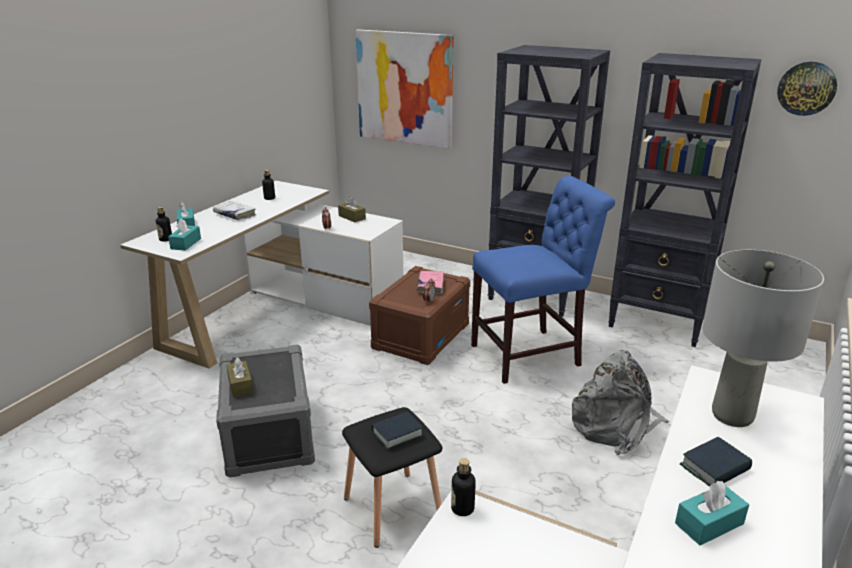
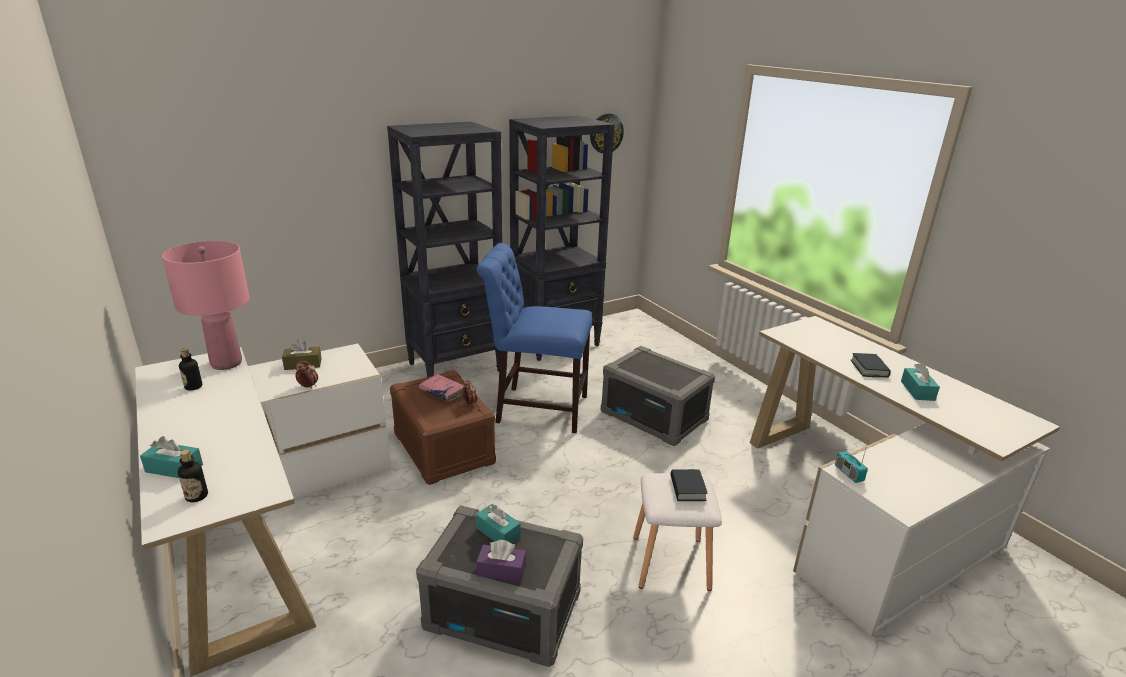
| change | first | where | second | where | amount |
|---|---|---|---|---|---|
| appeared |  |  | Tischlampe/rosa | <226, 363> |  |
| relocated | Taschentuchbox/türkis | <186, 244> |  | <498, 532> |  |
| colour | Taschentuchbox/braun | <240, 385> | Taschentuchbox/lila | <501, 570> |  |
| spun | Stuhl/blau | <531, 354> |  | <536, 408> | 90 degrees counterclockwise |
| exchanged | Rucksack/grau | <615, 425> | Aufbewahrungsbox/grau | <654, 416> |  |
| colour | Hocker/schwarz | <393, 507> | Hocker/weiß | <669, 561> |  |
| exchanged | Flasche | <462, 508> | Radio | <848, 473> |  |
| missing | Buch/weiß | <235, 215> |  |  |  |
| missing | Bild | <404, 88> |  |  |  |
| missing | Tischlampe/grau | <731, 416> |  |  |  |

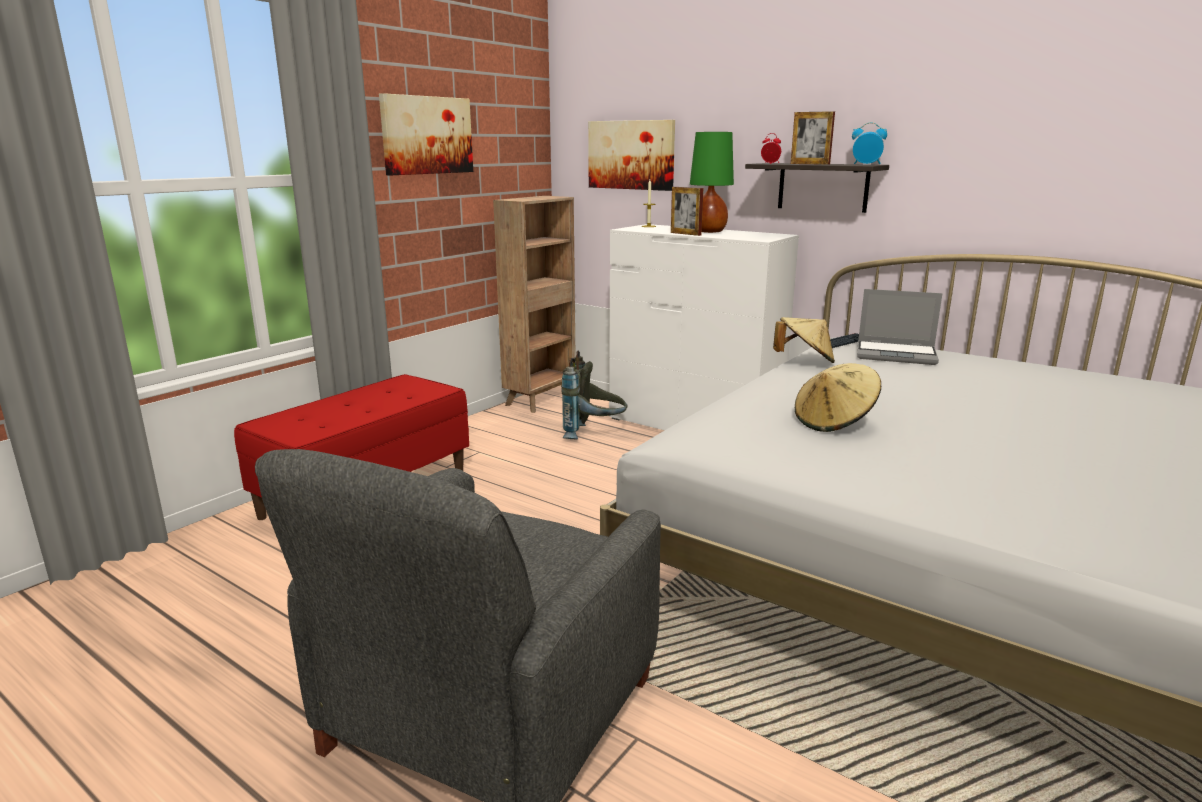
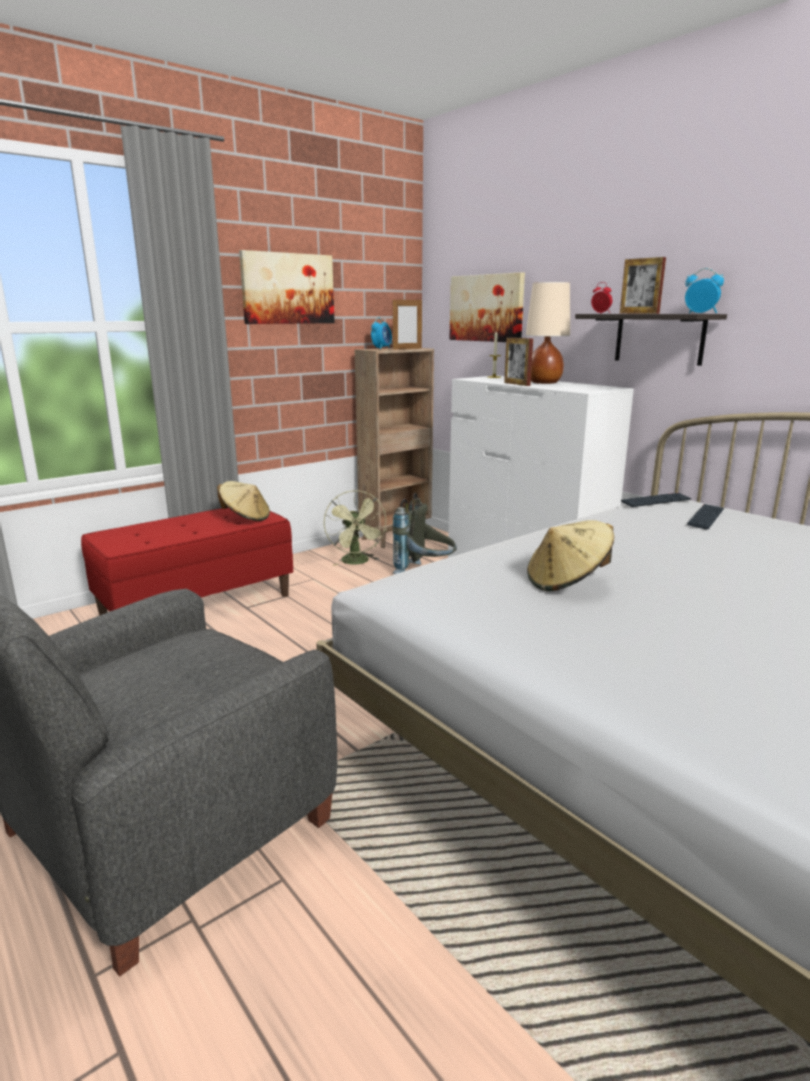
| change | first | where | second | where | amount |
|---|---|---|---|---|---|
| relocated | Hut/beige | <804, 361> |  | <245, 518> |  |
| appeared |  |  | Ventilator/grün | <357, 562> |  |
| appeared |  |  | Wecker | <382, 348> |  |
| appeared |  |  | Bilderrahmen | <407, 348> |  |
| colour | Tischlampe/grün | <709, 232> | Tischlampe/beige | <544, 383> |  |
| exchanged | Laptop | <897, 354> | Tastatur | <706, 517> |  |

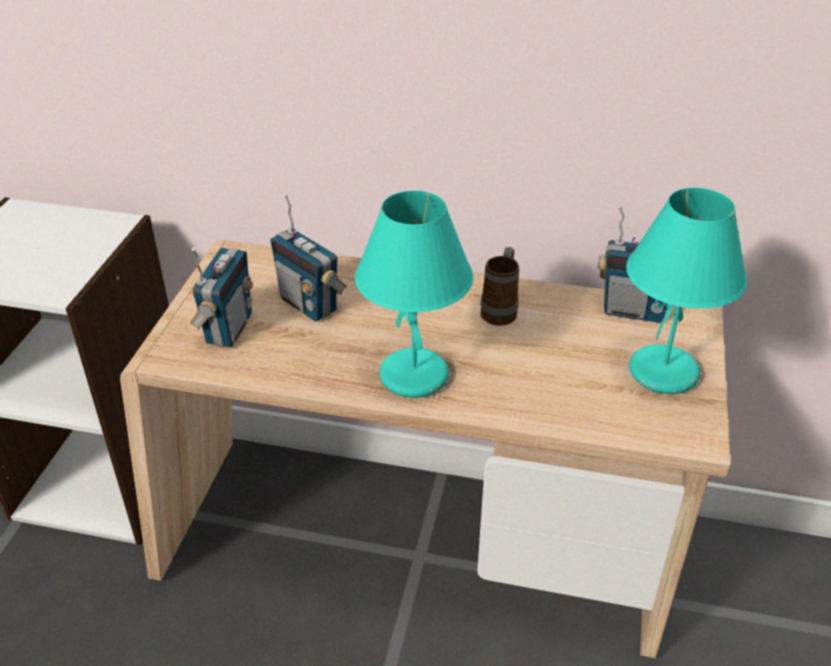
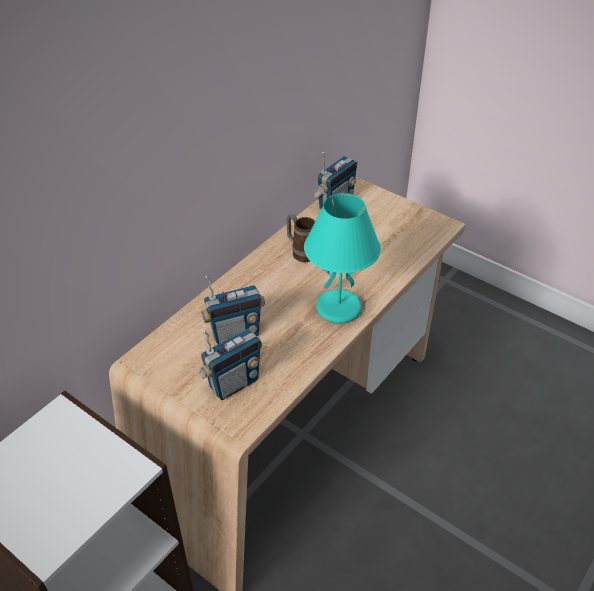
| change | first | where | second | where | amount |
|---|---|---|---|---|---|
| spun | Radio | <228, 329> |  | <233, 384> | 105 degrees clockwise |
| missing | Tischlampe/türkis | <663, 374> |  |  |  |

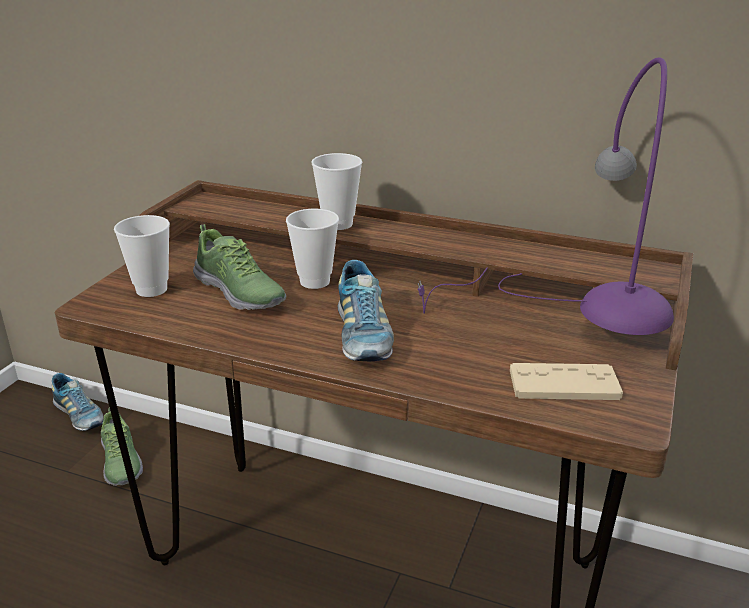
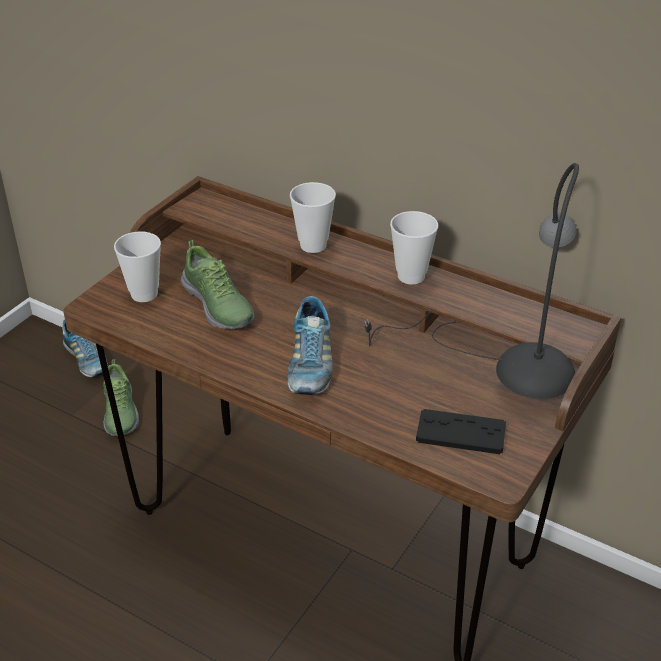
| change | first | where | second | where | amount |
|---|---|---|---|---|---|
| colour | Tischlampe/lila | <578, 316> | Tischlampe/grau | <503, 364> |  |
| relocated | Tasse | <315, 281> |  | <411, 276> |  |
| colour | Gamepad/beige | <564, 384> | Gamepad/schwarz | <460, 433> |  |

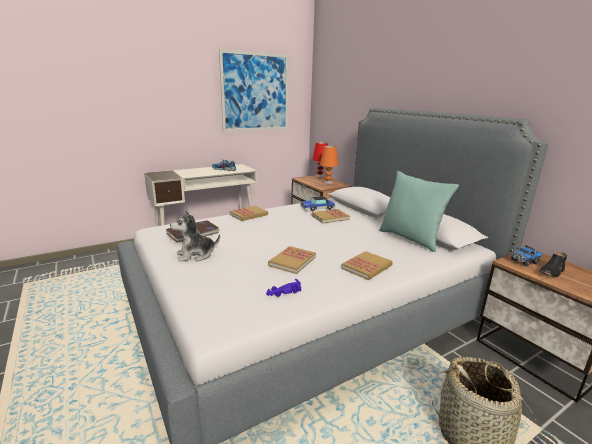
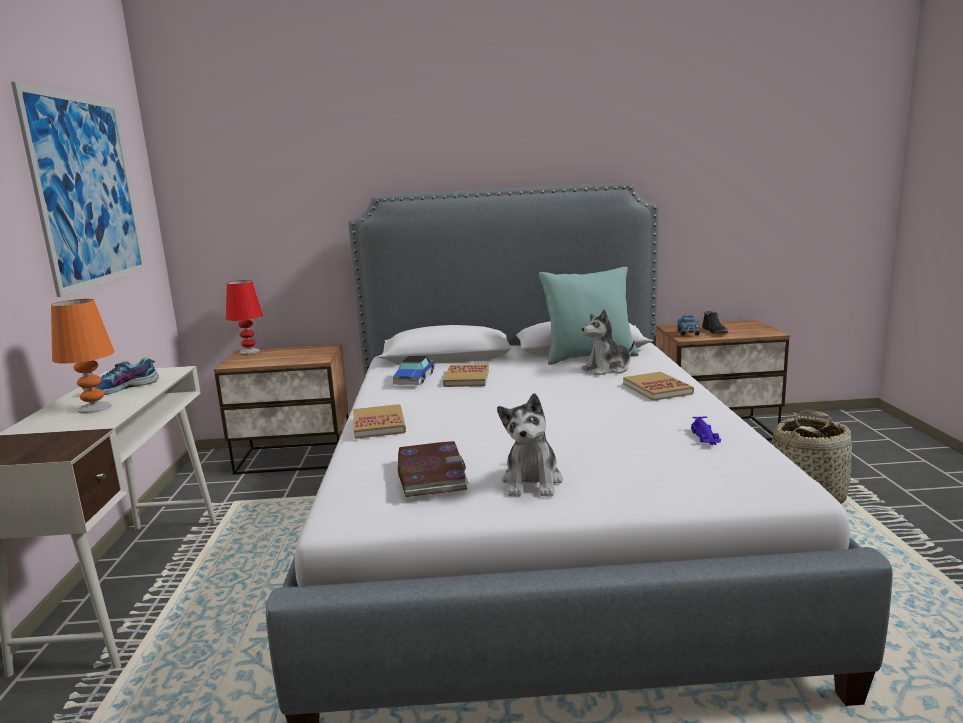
| change | first | where | second | where | amount |
|---|---|---|---|---|---|
| relocated | Tischlampe/orange | <328, 182> |  | <95, 408> |  |
| appeared |  |  | Plüschtier | <608, 369> |  |
| missing | Buch | <292, 261> |  |  |  |

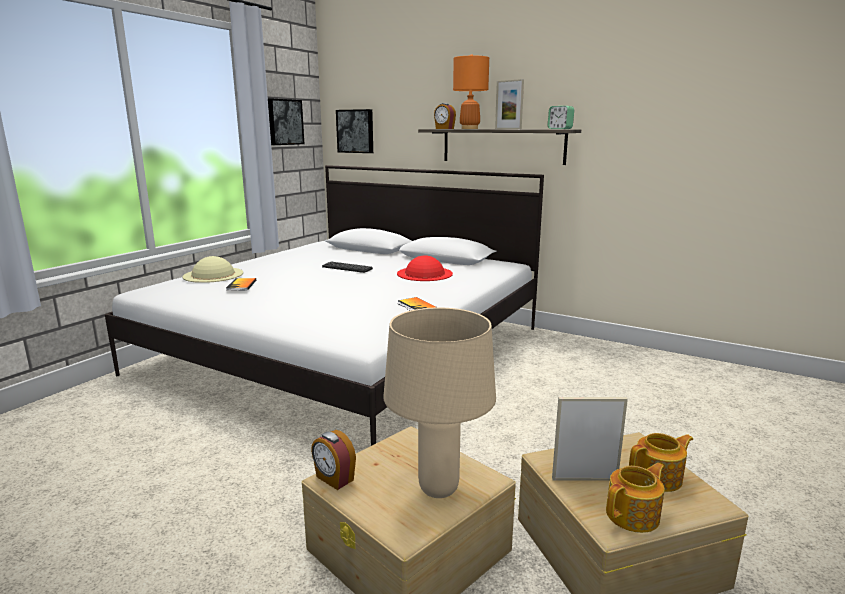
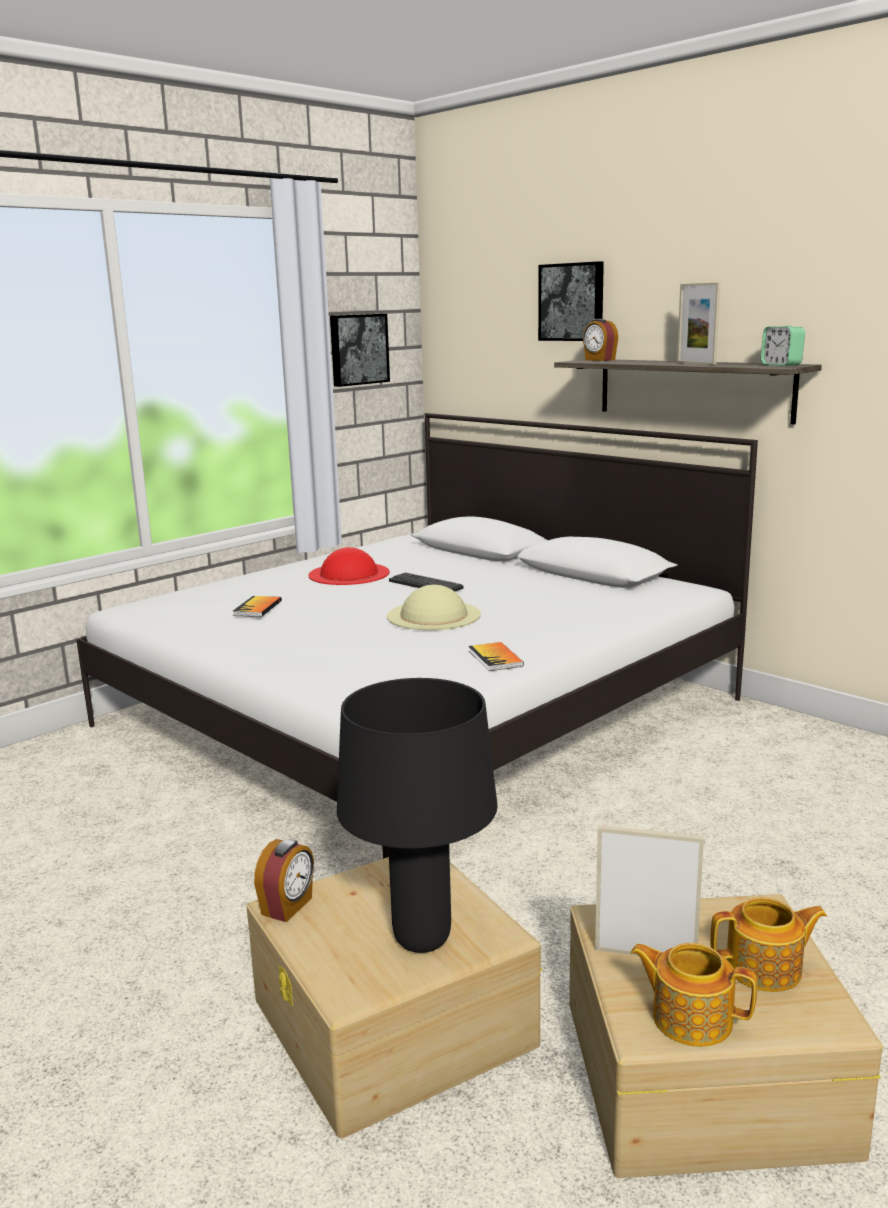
| change | first | where | second | where | amount |
|---|---|---|---|---|---|
| spun | Wecker | <334, 479> |  | <288, 906> | 120 degrees counterclockwise |
| relocated | Hut/rot | <424, 273> |  | <349, 573> |  |
| colour | Tischlampe/beige | <439, 488> | Tischlampe/schwarz | <423, 939> |  |
| relocated | Hut/beige | <213, 274> |  | <433, 615> |  |
| relocated | Bild | <356, 131> |  | <572, 302> |  |
| spun | Teekanne | <634, 515> |  | <690, 1018> | 135 degrees counterclockwise |
| missing | Tischlampe/orange | <469, 128> |  |  |  |

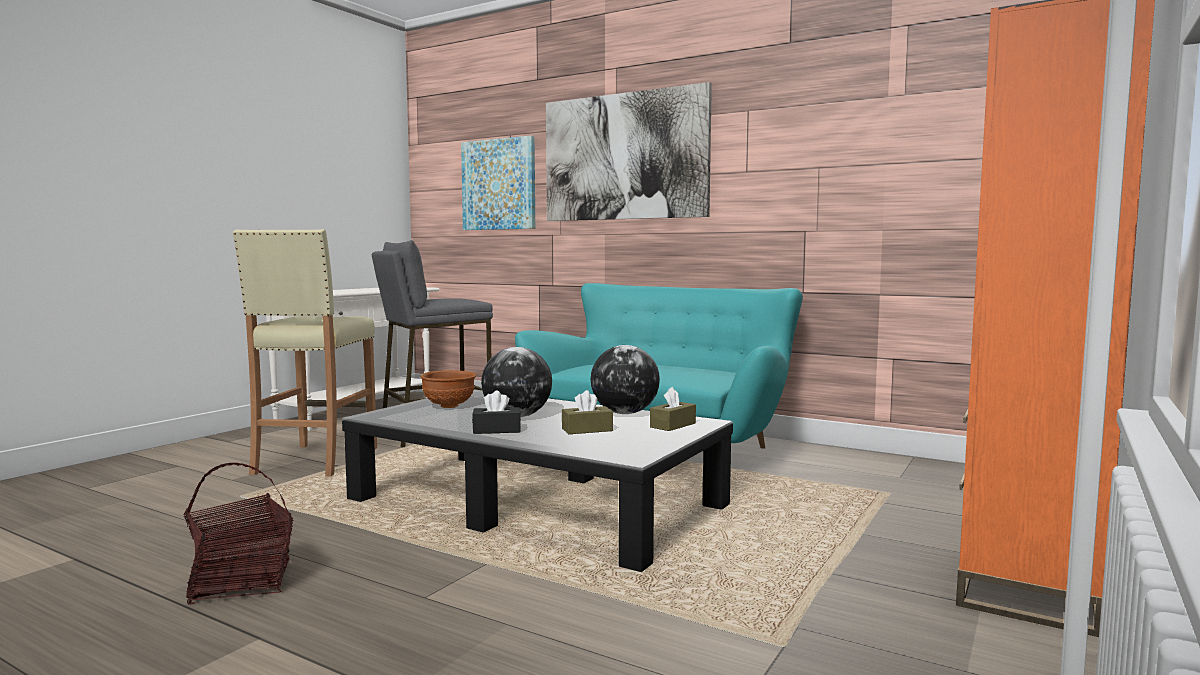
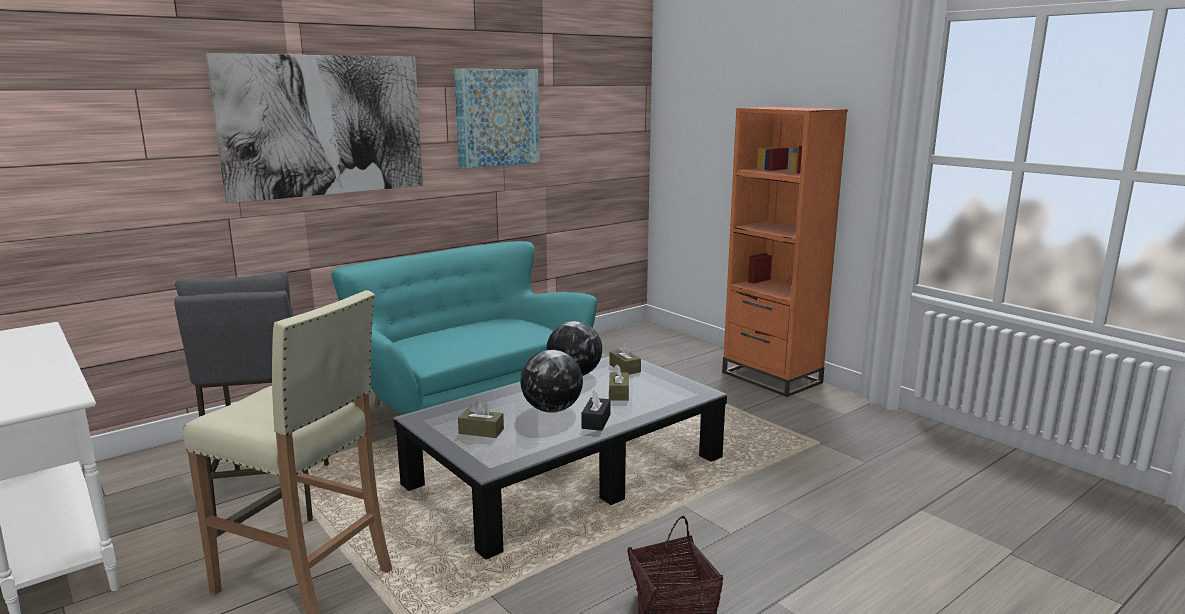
| change | first | where | second | where | amount |
|---|---|---|---|---|---|
| relocated | Bild | <499, 184> |  | <497, 117> |  |
| exchanged | Schüssel/braun | <449, 406> | Taschentuchbox/braun | <481, 431> |  |

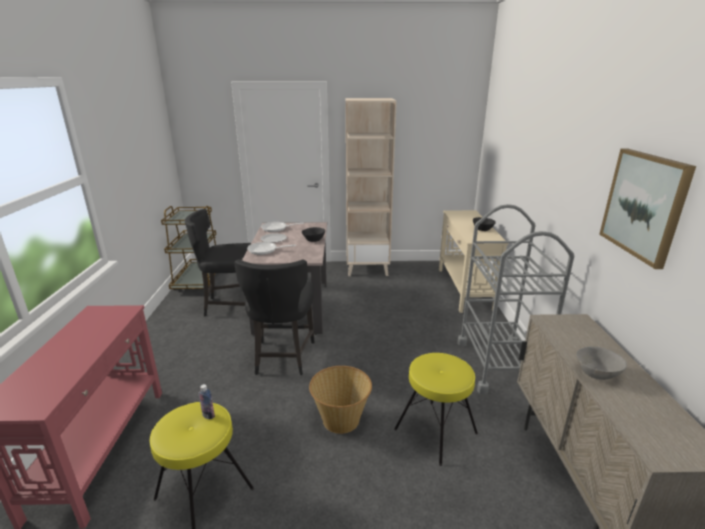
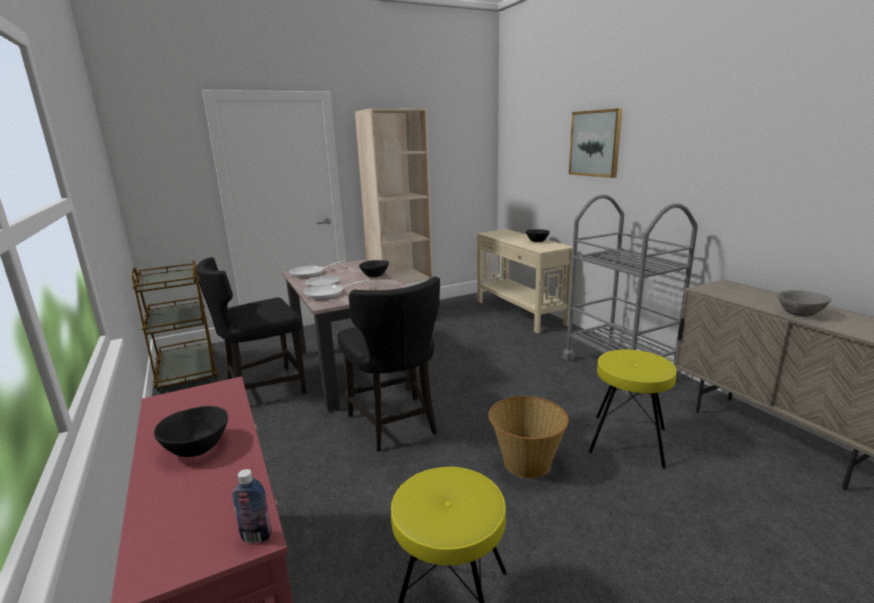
| change | first | where | second | where | amount |
|---|---|---|---|---|---|
| appeared |  |  | Schüssel/schwarz | <198, 447> |  |
| relocated | Flasche | <208, 415> |  | <256, 536> |  |
| relocated | Bild | <644, 205> |  | <595, 143> |  |

